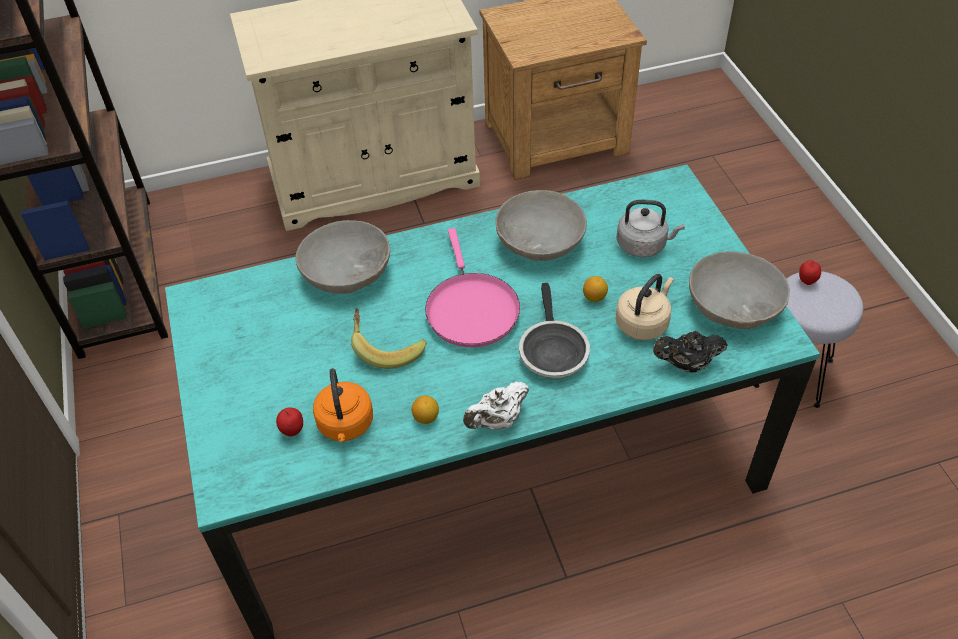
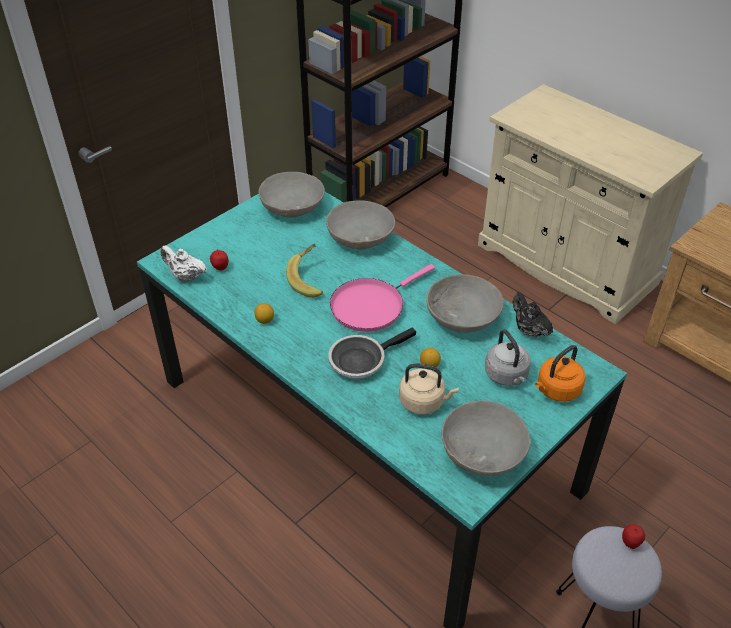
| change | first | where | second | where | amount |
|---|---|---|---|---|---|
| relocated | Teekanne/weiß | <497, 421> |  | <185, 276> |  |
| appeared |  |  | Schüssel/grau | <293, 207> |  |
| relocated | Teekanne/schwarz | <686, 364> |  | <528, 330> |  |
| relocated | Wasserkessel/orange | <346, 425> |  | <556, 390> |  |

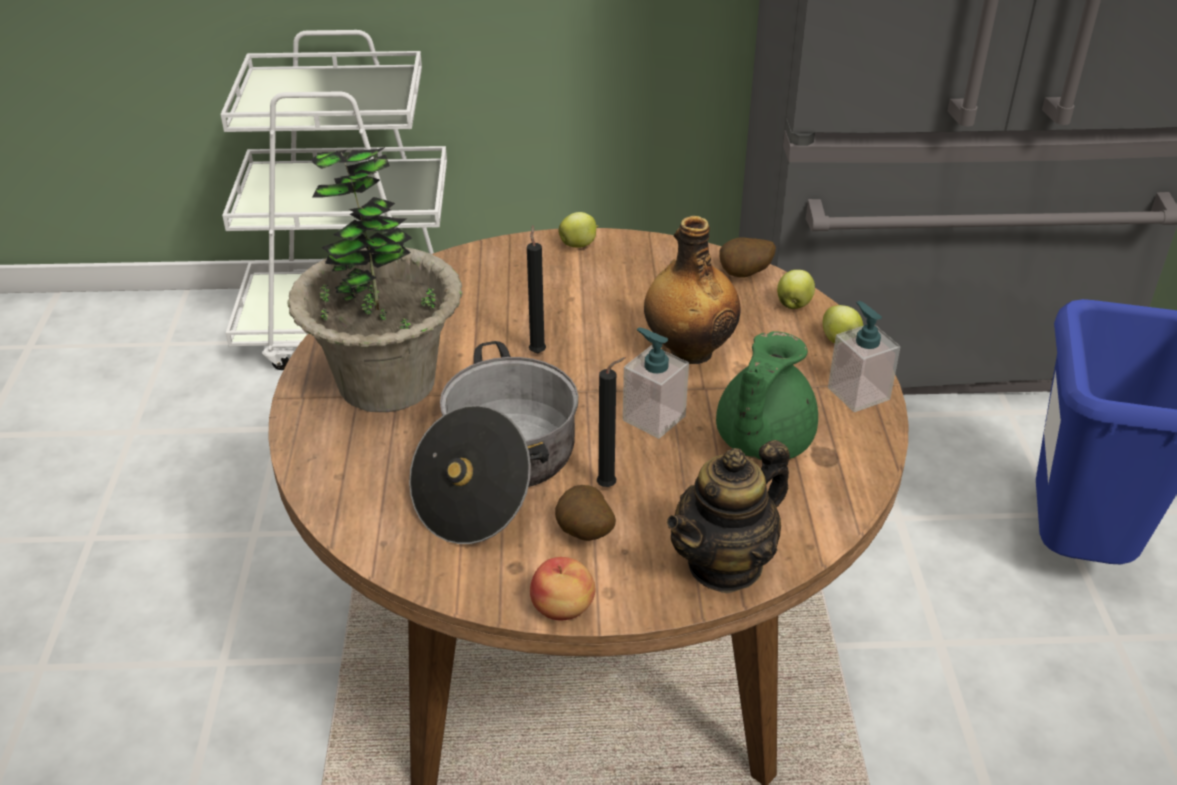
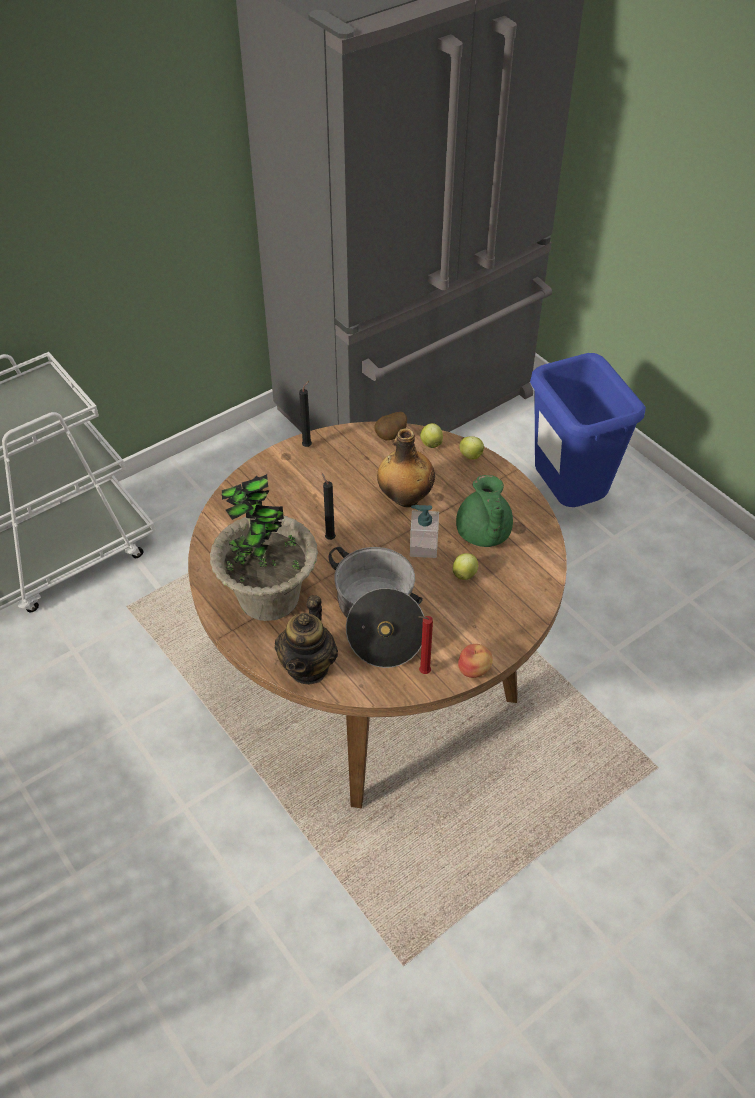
| change | first | where | second | where | amount |
|---|---|---|---|---|---|
| relocated | Teekanne | <725, 564> |  | <308, 667> |  |
| relocated | Kerze/schwarz | <609, 486> |  | <308, 445> |  |
| appeared |  |  | Kerze/rot | <423, 672> |  |
| relocated | Apfel | <579, 245> |  | <464, 574> |  |
| missing | Kartoffel | <584, 535> |  |  |  |
| missing | Seifenspender | <858, 393> |  |  |  |

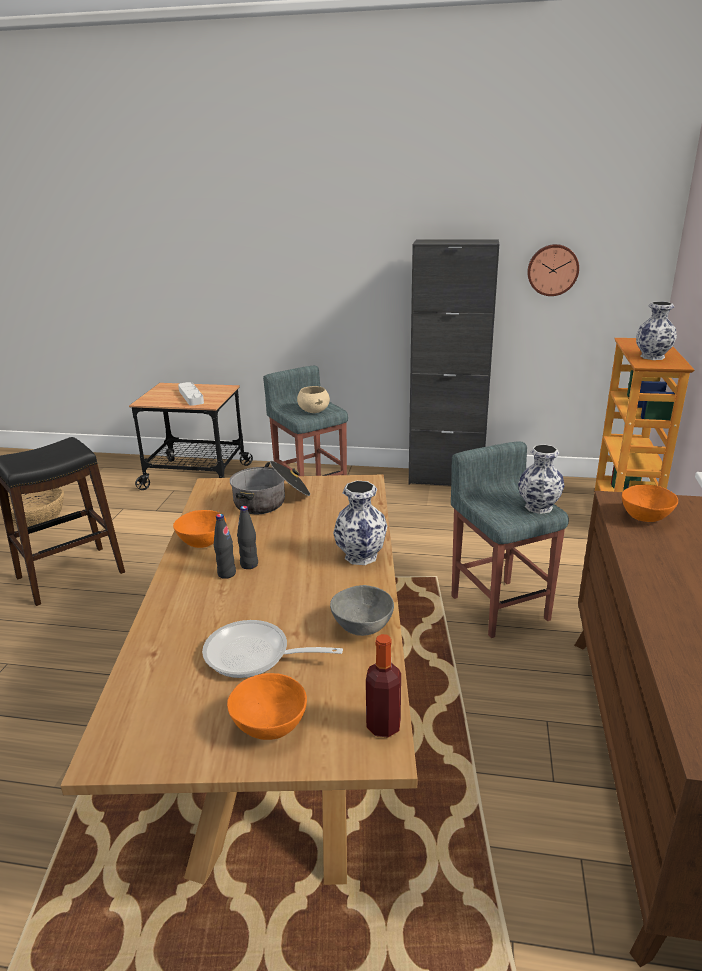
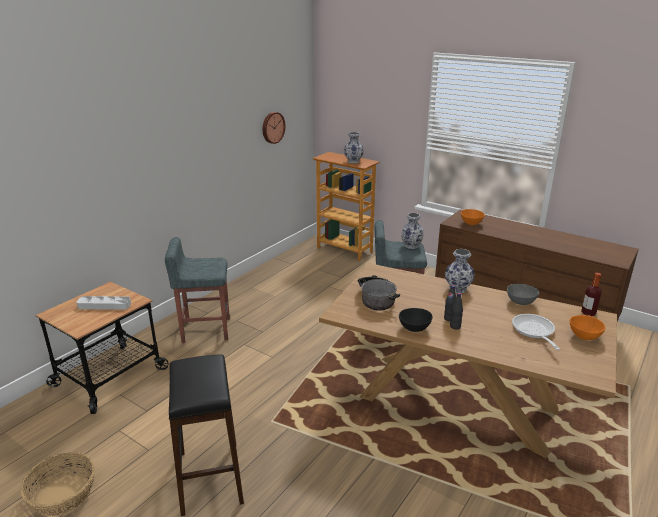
| change | first | where | second | where | amount |
|---|---|---|---|---|---|
| colour | Schüssel/orange | <202, 543> | Schüssel/schwarz | <415, 328> |  |
| spun | Pfanne | <254, 656> |  | <534, 331> | 135 degrees clockwise |
| missing | Schüssel/beige | <314, 411> |  |  |  |
| missing | Schrank/schwarz | <446, 479> |  |  |  |

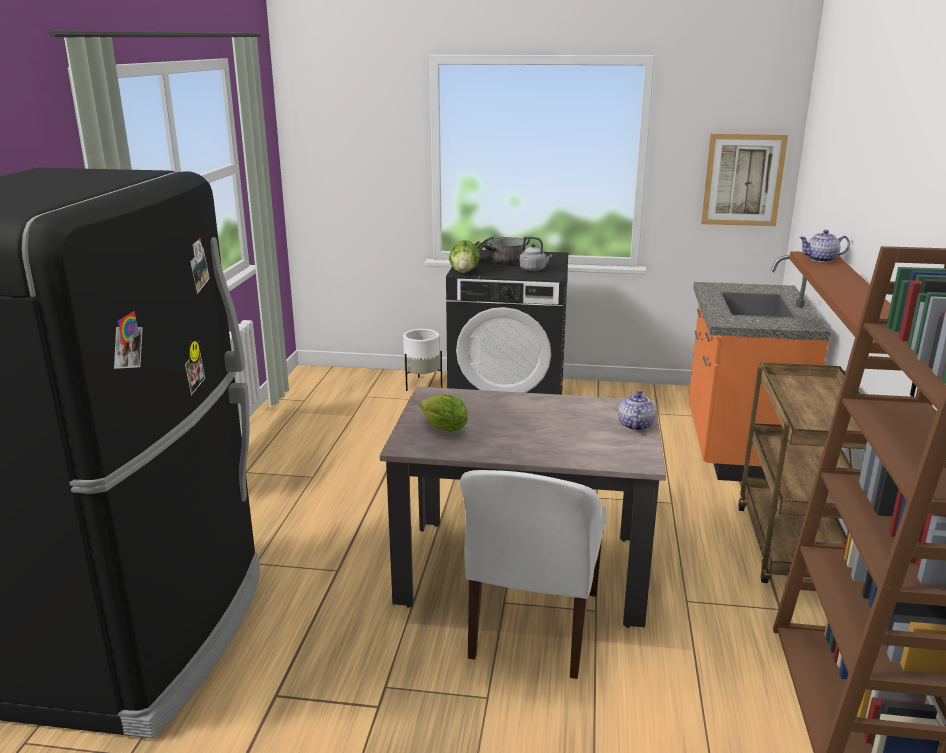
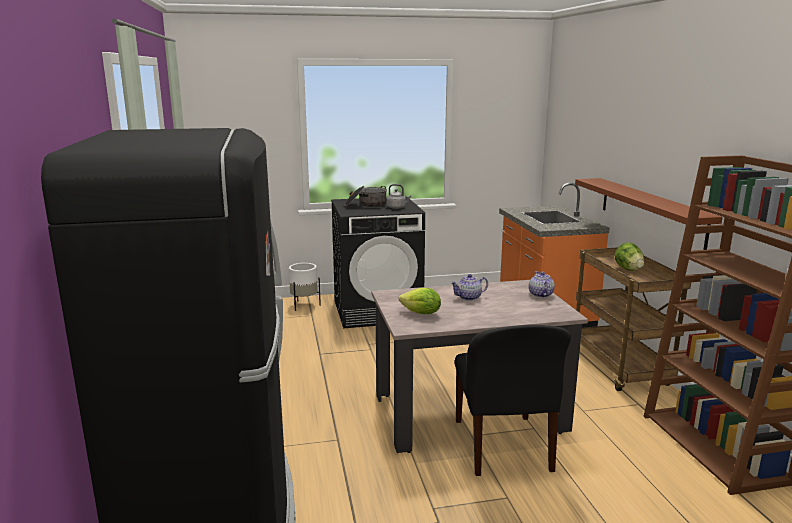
| change | first | where | second | where | amount |
|---|---|---|---|---|---|
| relocated | Teekanne | <821, 260> |  | <469, 297> |  |
| colour | Stuhl/weiß | <533, 627> | Stuhl/schwarz | <503, 447> |  |
| relocated | Salatkopf | <464, 272> |  | <628, 269> |  |
| missing | Bild | <743, 180> |  |  |  |

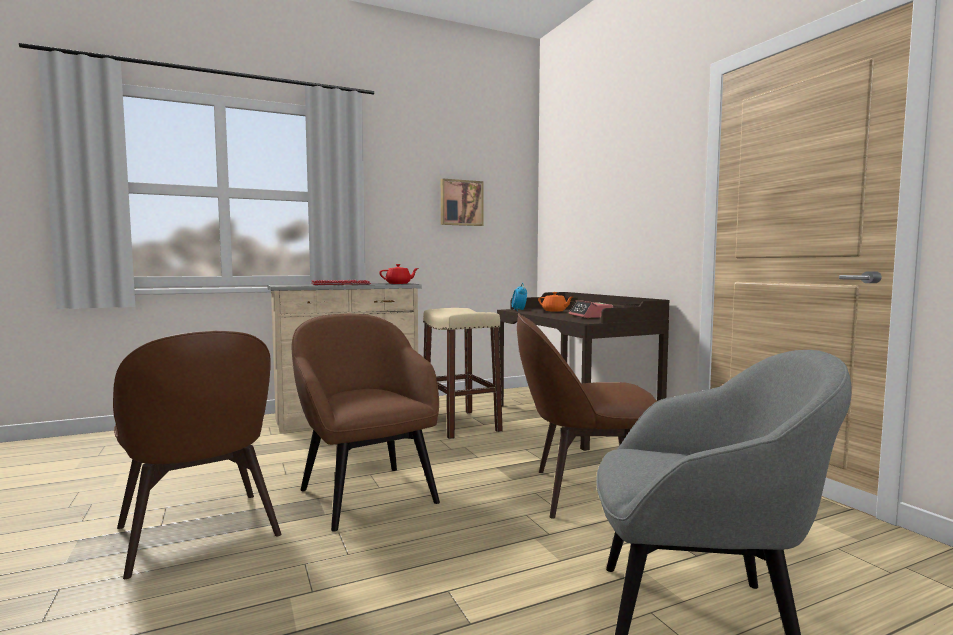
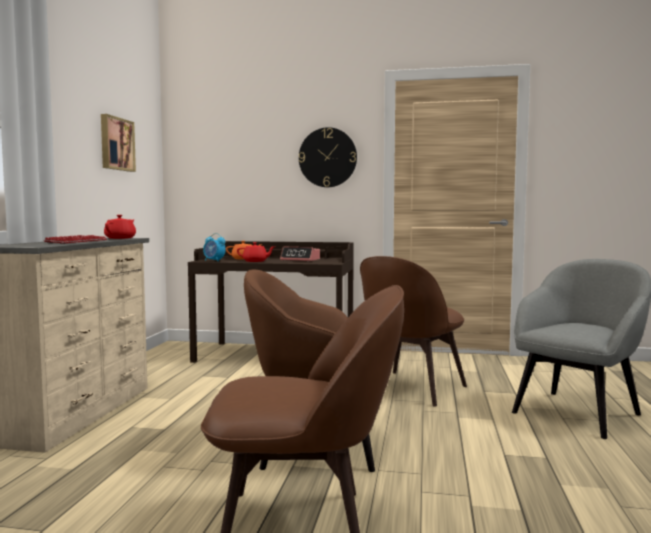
| change | first | where | second | where | amount |
|---|---|---|---|---|---|
| appeared |  |  | Teekanne/rot | <255, 261> |  |
| appeared |  |  | Wanduhr | <327, 157> |  |
| missing | Hocker/beige | <460, 424> |  |  |  |

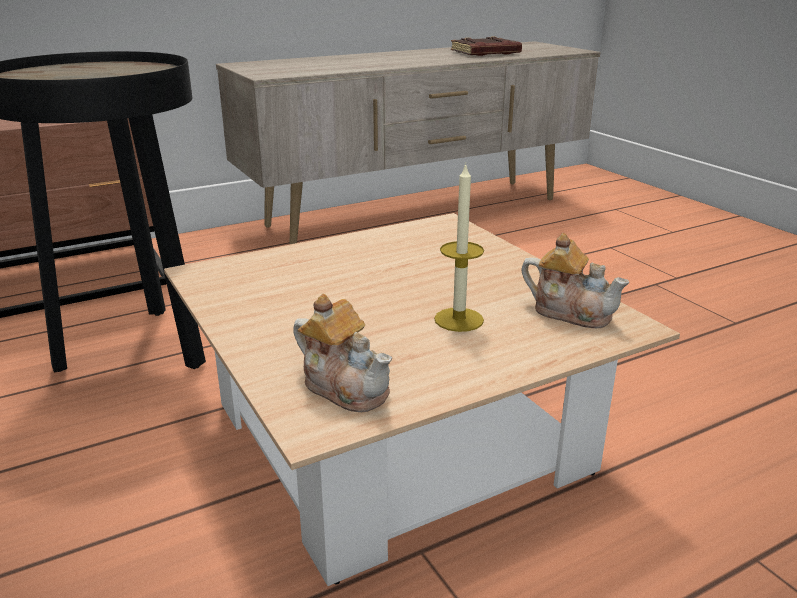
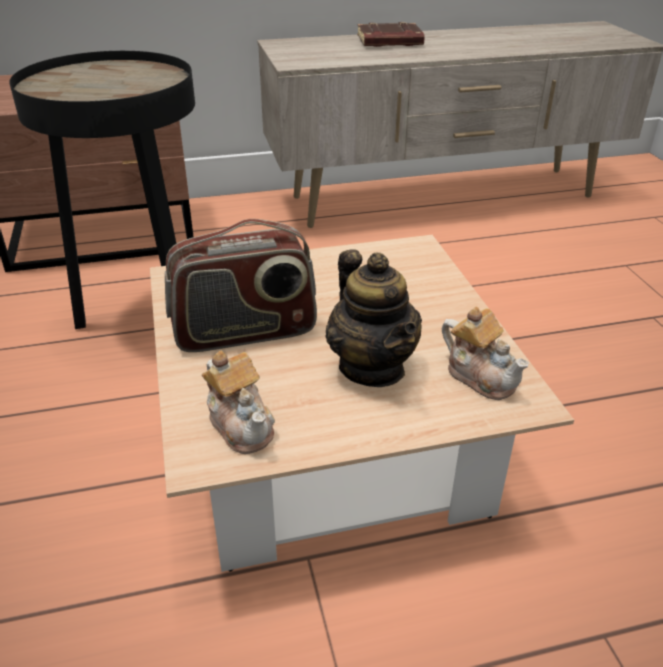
| change | first | where | second | where | amount |
|---|---|---|---|---|---|
| appeared |  |  | Radio | <244, 332> |  |
| exchanged | Kerze | <459, 319> | Teekanne | <372, 367> |  |
| relocated | Buch/braun | <485, 53> |  | <389, 42> |  |

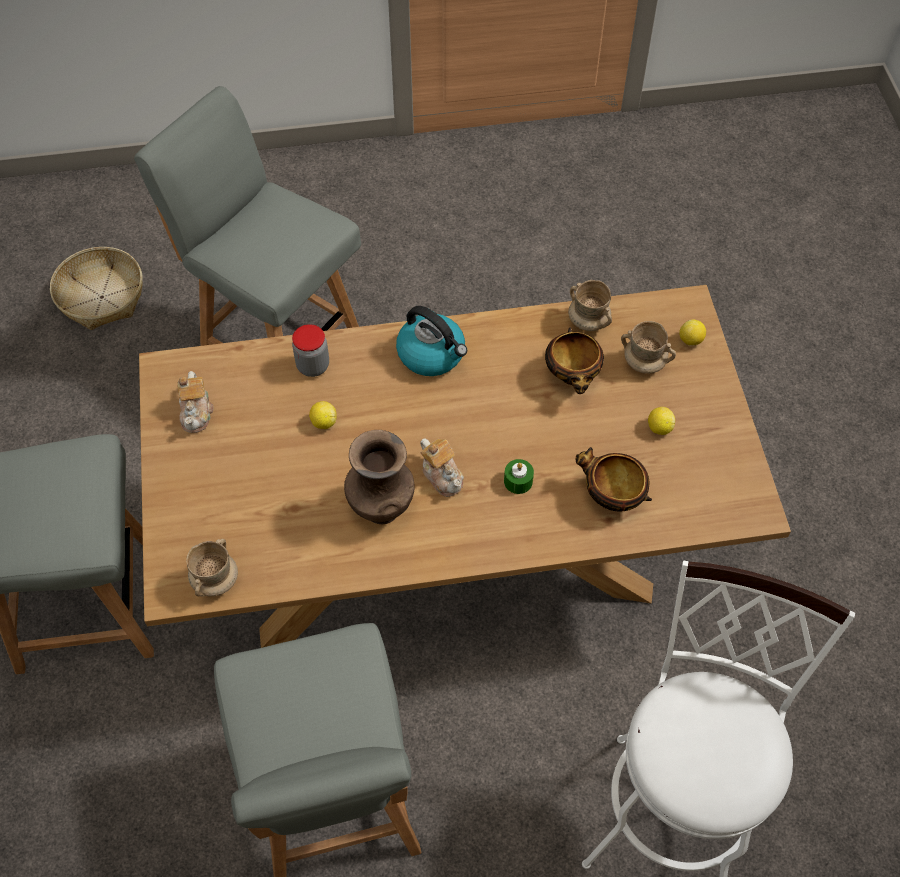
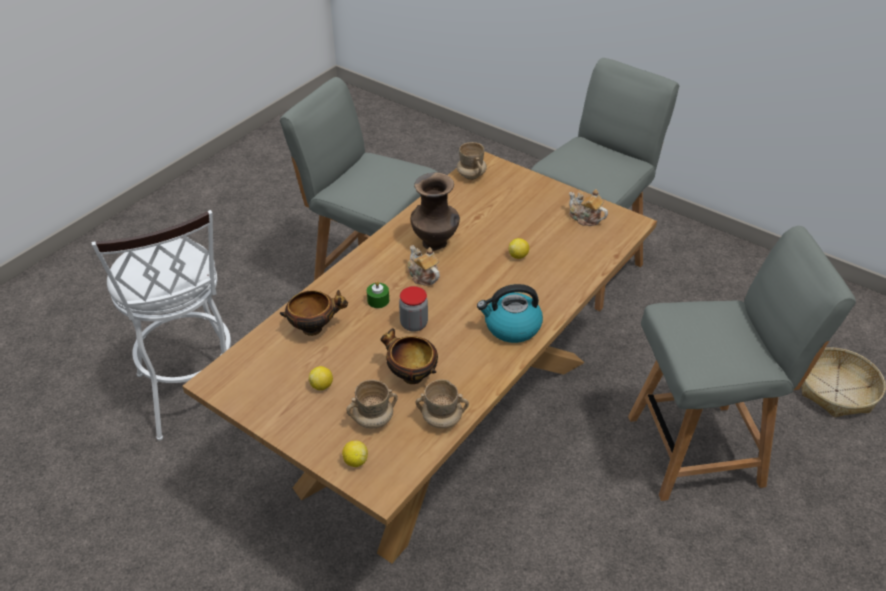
| change | first | where | second | where | amount |
|---|---|---|---|---|---|
| relocated | Vorratsglas | <313, 366> |  | <414, 324> |  |
| spun | Teekanne | <442, 475> |  | <423, 276> | 45 degrees clockwise |

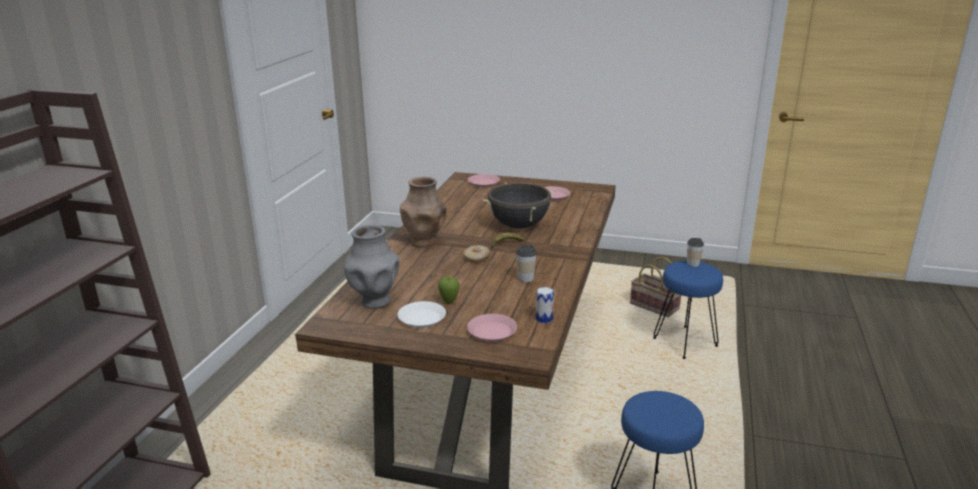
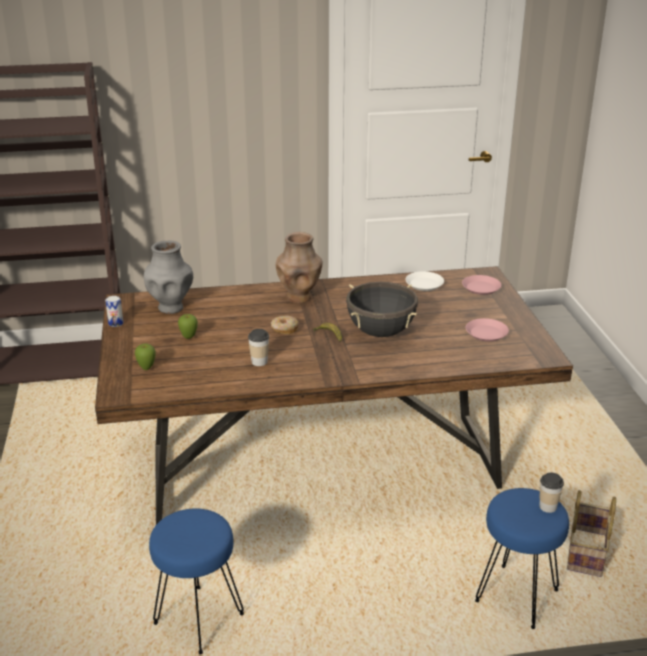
| change | first | where | second | where | amount |
|---|---|---|---|---|---|
| relocated | Dose | <544, 319> |  | <115, 323> |  |
| exchanged | Teller/rosa | <492, 332> | Apfel | <146, 368> |  |
| relocated | Teller/weiß | <421, 318> |  | <424, 284> |  |

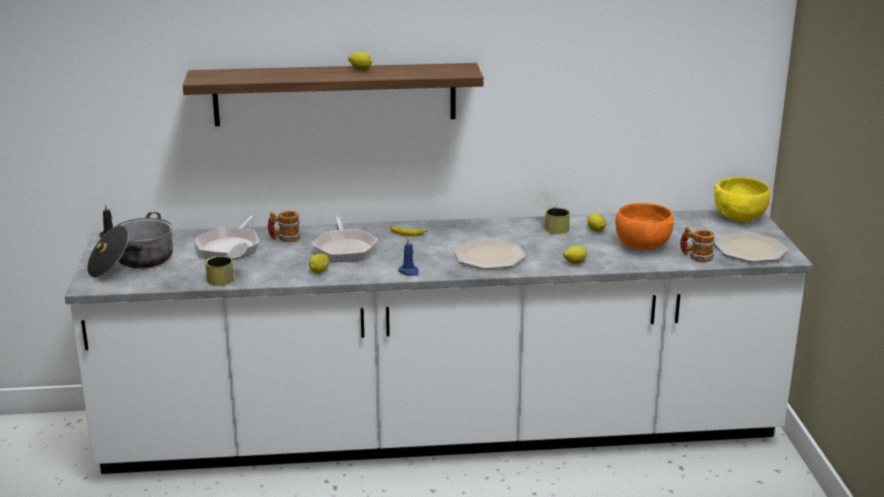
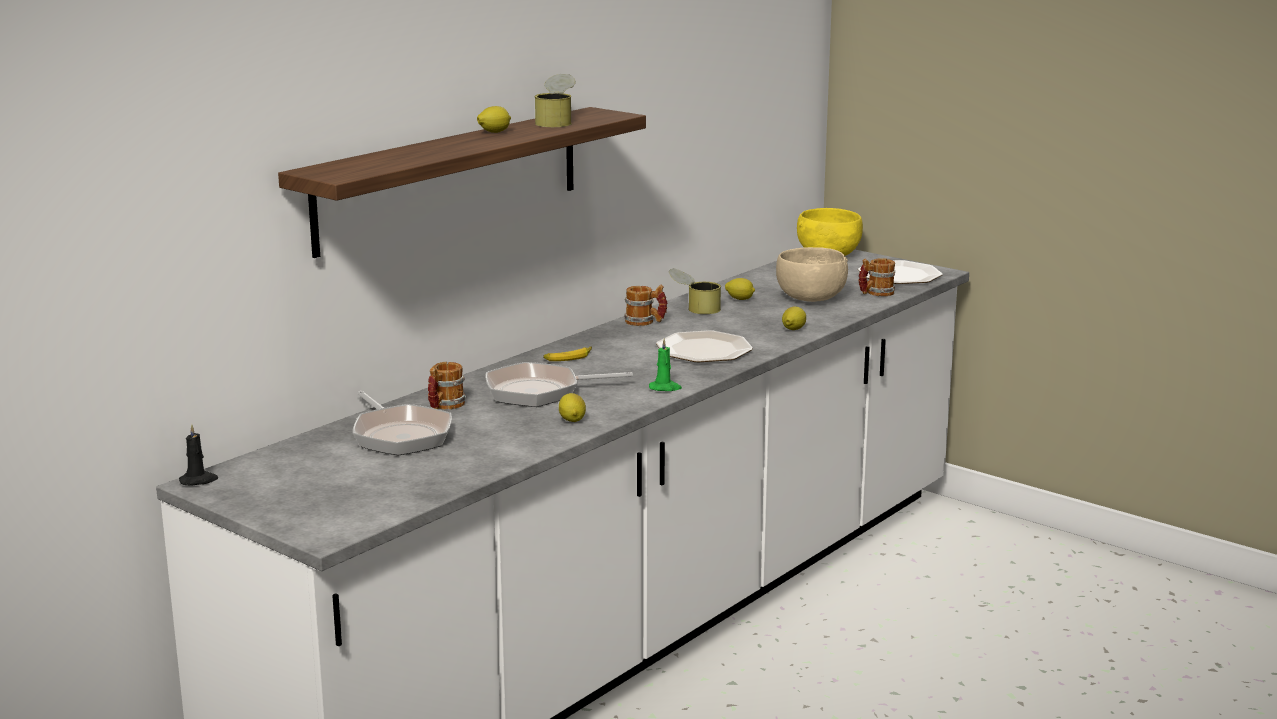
| change | first | where | second | where | amount |
|---|---|---|---|---|---|
| spun | Pfanne | <345, 248> |  | <540, 392> | 135 degrees clockwise |
| relocated | Dose | <228, 278> |  | <556, 122> |  |
| appeared |  |  | Henkelbecher | <645, 322> |  |
| colour | Kerze/blau | <409, 272> | Kerze/grün | <665, 388> |  |
| colour | Schüssel/orange | <642, 245> | Schüssel/beige | <811, 299> |  |
| missing | Kochtopf | <132, 263> |  |  |  |

